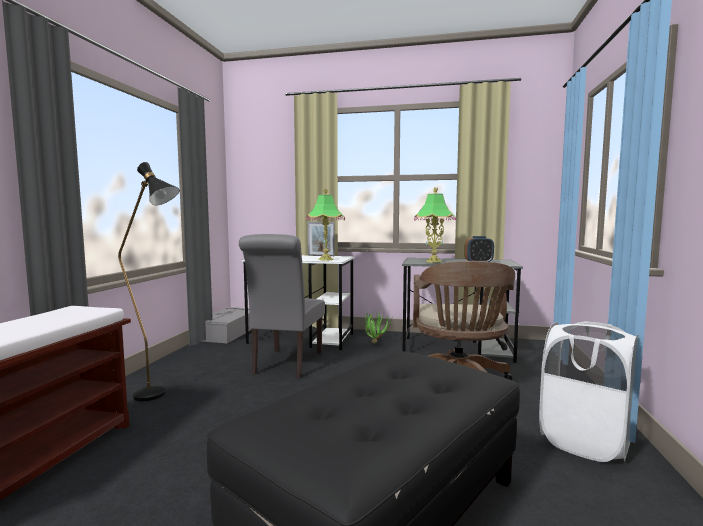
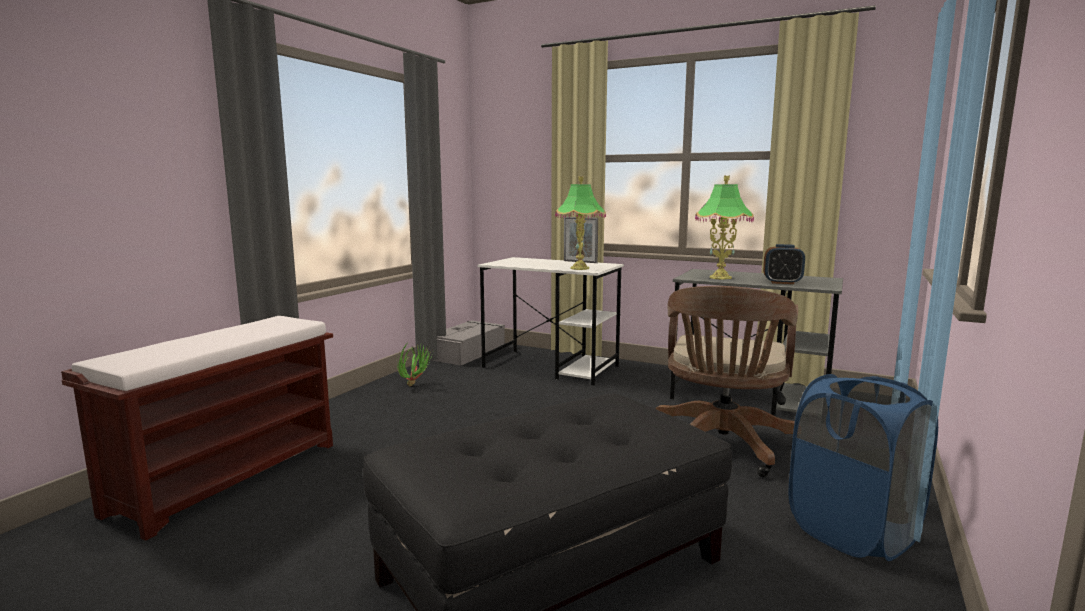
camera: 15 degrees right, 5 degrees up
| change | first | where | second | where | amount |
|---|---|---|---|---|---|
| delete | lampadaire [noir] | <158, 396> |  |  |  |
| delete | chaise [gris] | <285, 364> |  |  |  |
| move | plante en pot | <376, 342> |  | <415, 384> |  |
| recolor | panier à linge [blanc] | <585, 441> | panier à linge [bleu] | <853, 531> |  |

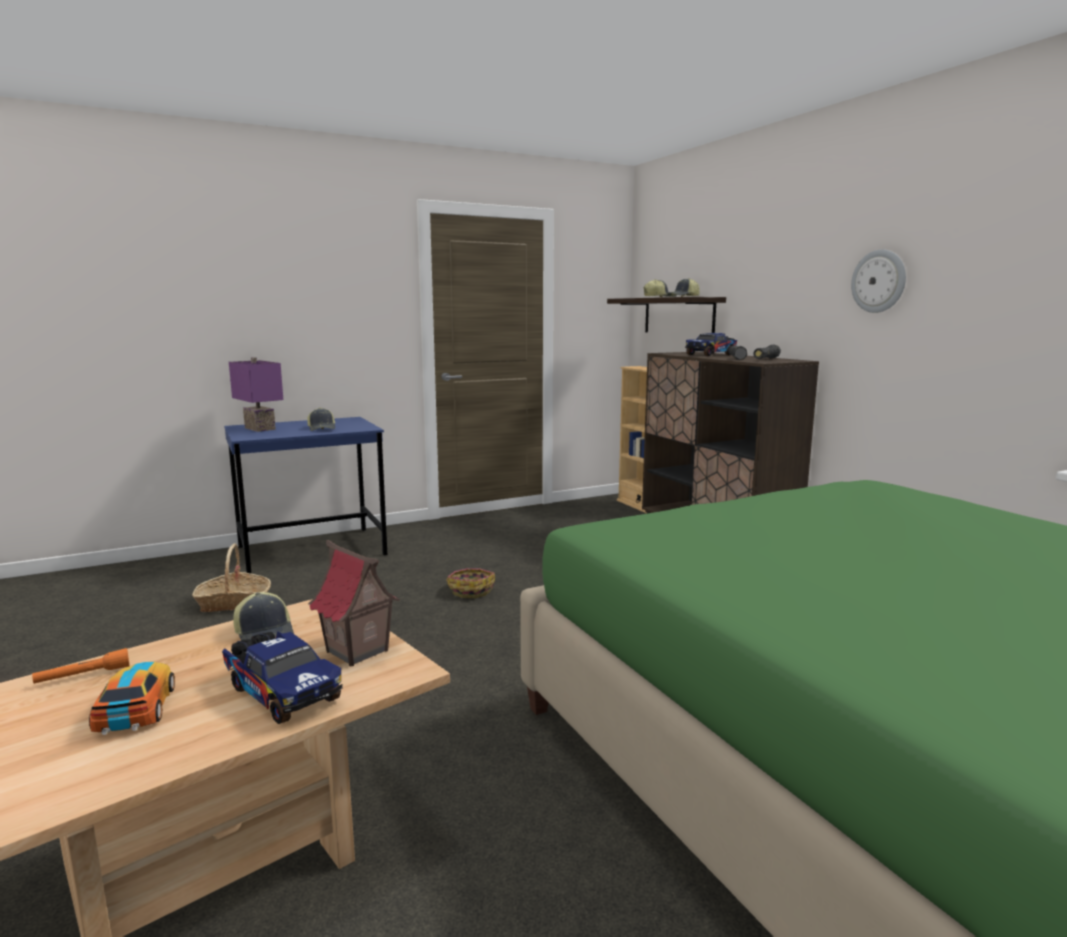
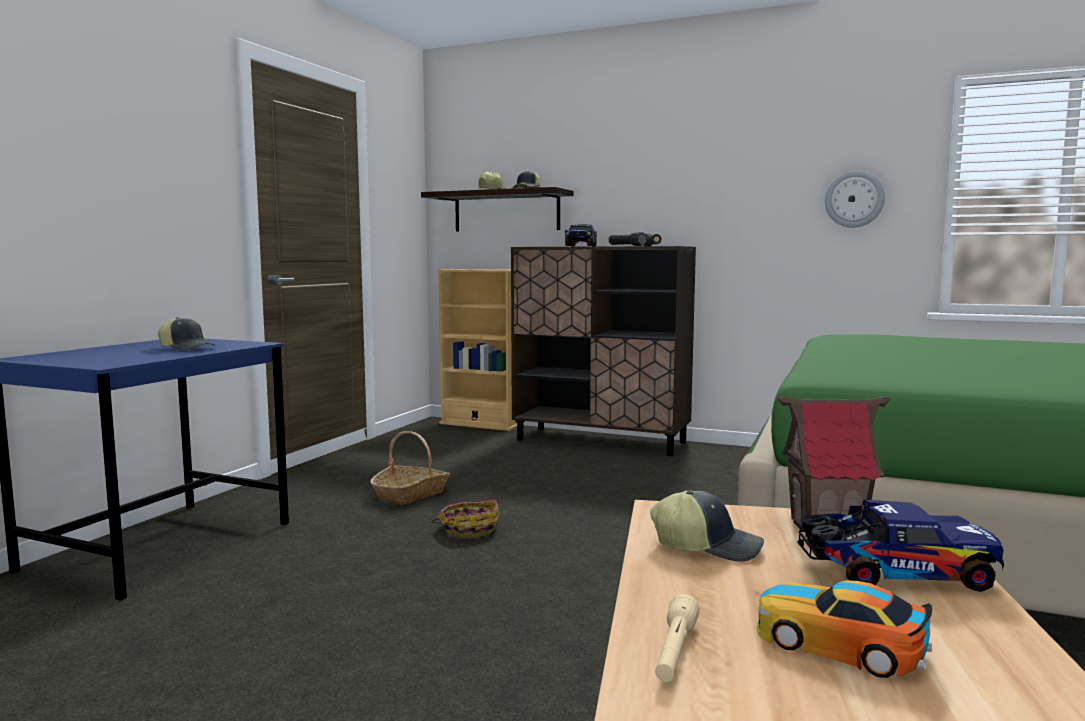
camera: 40 degrees left, 5 degrees down
| change | first | where | second | where | amount |
|---|---|---|---|---|---|
| recolor | lampe de poche [orange] | <83, 676> | lampe de poche [beige] | <675, 653> |  |
| move | panier | <234, 602> |  | <411, 494> |  |
| delete | lampe de table [violet] | <262, 428> |  |  |  |
| move | horloge murale | <879, 281> |  | <854, 199> |  |

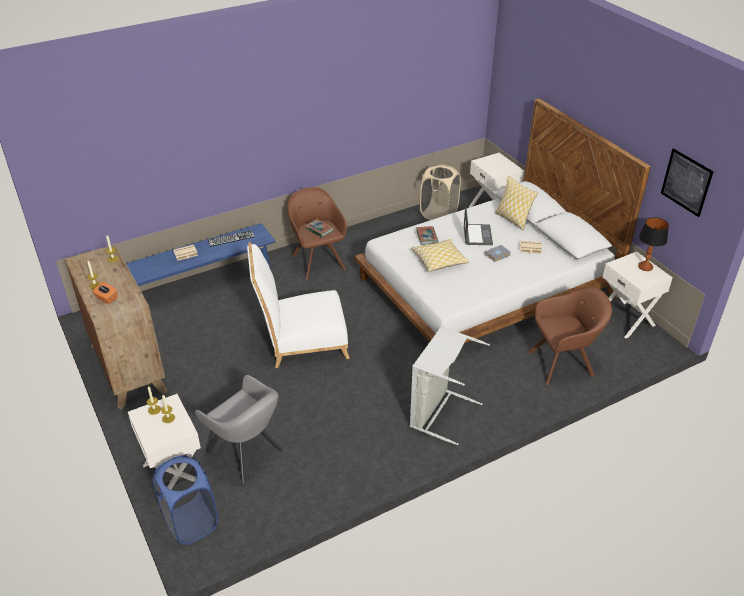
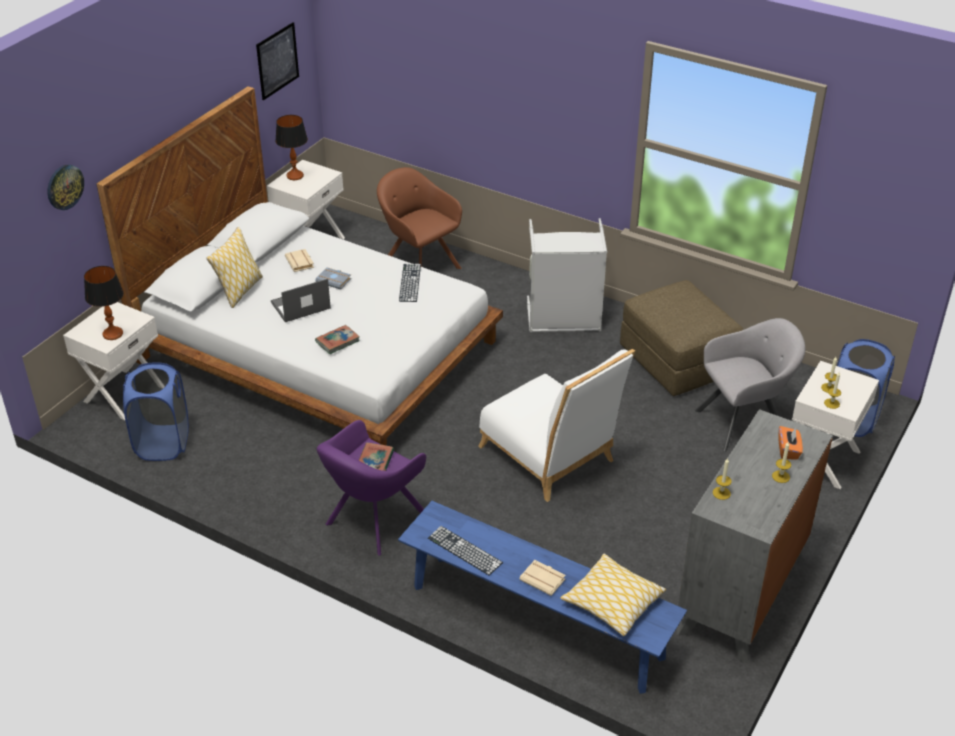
camera: 120 degrees left, 0 degrees up
| change | first | where | second | where | amount |
|---|---|---|---|---|---|
| recolor | commode [marron] | <128, 367> | commode [gris] | <741, 594> |  |
| rotate | fauteuil [gris] | <247, 453> |  | <744, 422> | 60 degrees clockwise |
| recolor | fauteuil [marron] | <317, 260> | fauteuil [violet] | <373, 521> |  |
| move | coussin | <439, 261> |  | <612, 602> |  |
| recolor | panier à linge [beige] | <438, 214> | panier à linge [bleu] | <163, 443> |  |
| insert |  |  | horloge murale | <64, 186> |  |
| insert |  |  | lampe de table | <112, 334> |  |
| insert |  |  | clavier | <410, 282> |  |
| insert |  |  | pouf [marron] | <678, 361> |  |

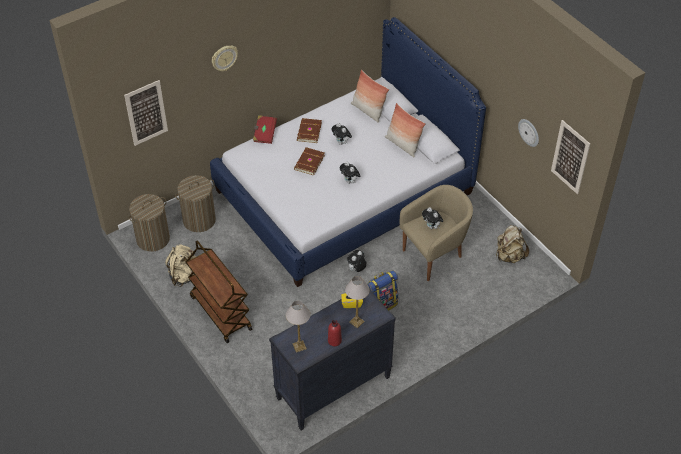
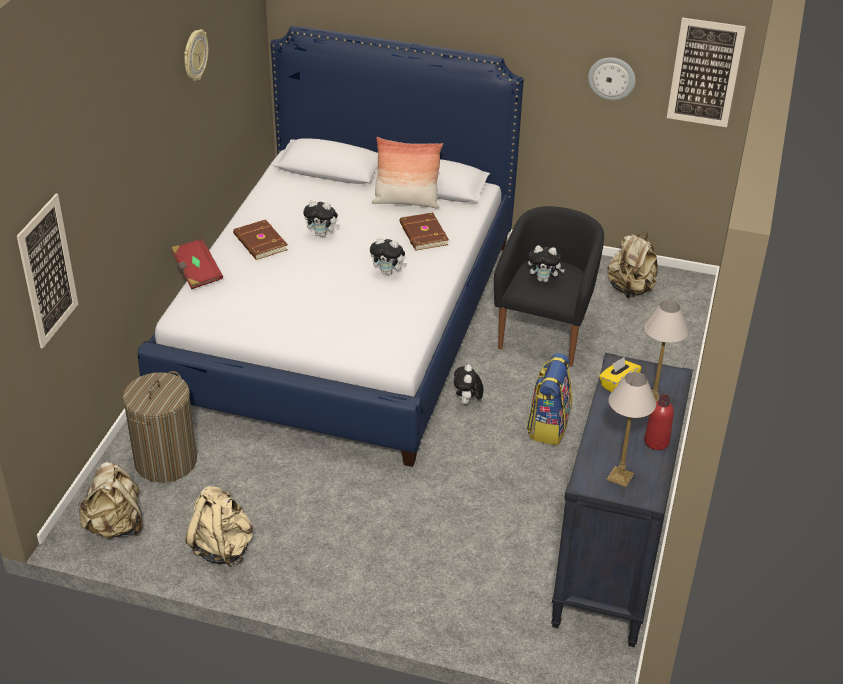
camera: 40 degrees left, 10 degrees down
| change | first | where | second | where | amount |
|---|---|---|---|---|---|
| replace | panier à linge | <153, 239> | sac à dos [beige] | <115, 526> |  |
| delete | chariot [marron] | <220, 312> |  |  |  |
| move | horloge murale | <224, 58> |  | <194, 55> |  |
| move | livre [marron] | <308, 162> |  | <422, 234> |  |
| delete | coussin | <368, 111> |  |  |  |
| recolor | fauteuil [beige] | <434, 255> | fauteuil [noir] | <545, 334> |  |

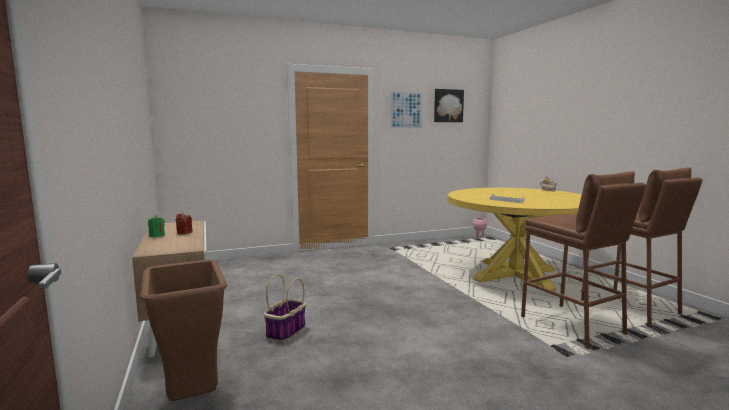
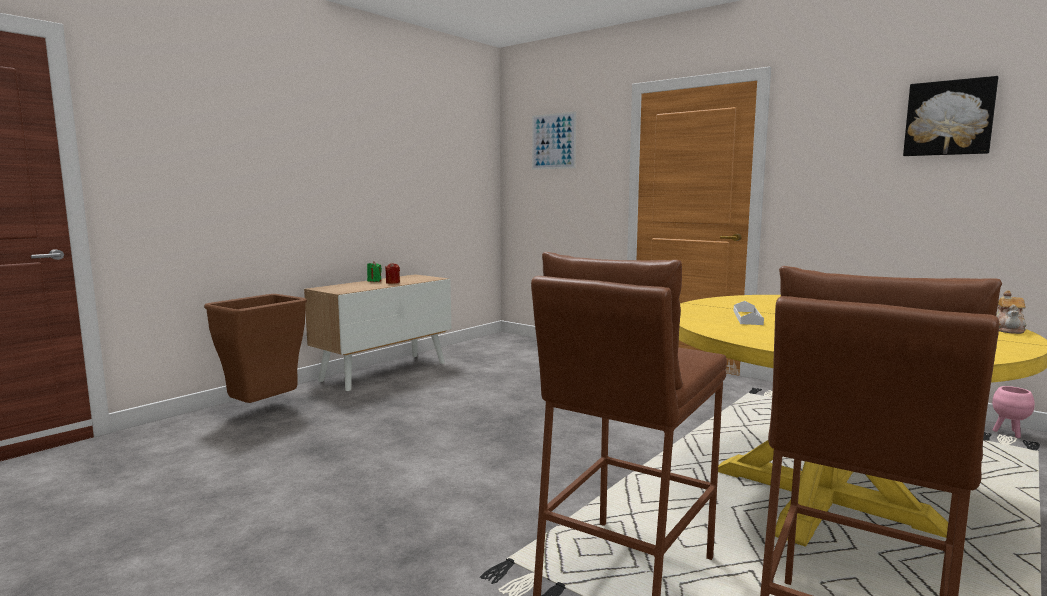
camera: 60 degrees right, 0 degrees up
| change | first | where | second | where | amount |
|---|---|---|---|---|---|
| delete | panier | <286, 332> |  |  |  |
| move | tableau | <406, 110> |  | <553, 141> |  |

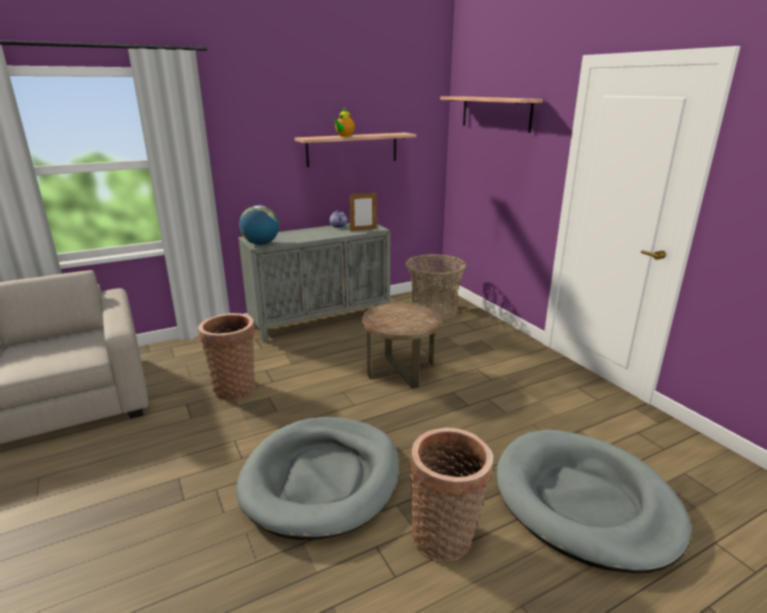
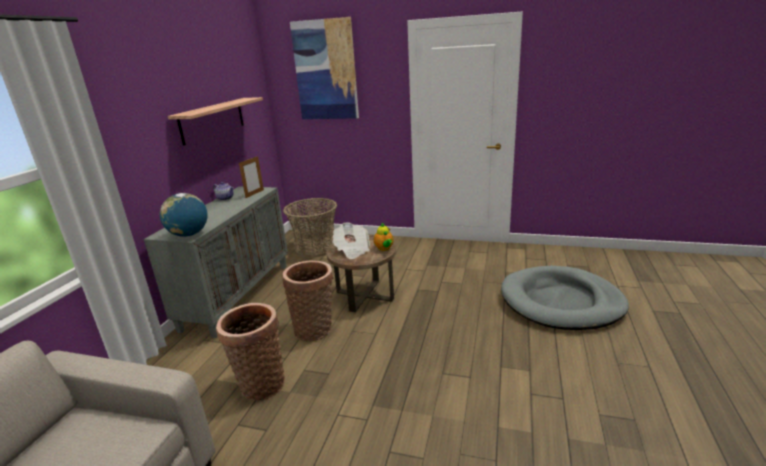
camera: 45 degrees left, 0 degrees up
| change | first | where | second | where | amount |
|---|---|---|---|---|---|
| delete | panier pour chien [gris] | <322, 478> |  |  |  |
| move | théière | <344, 136> |  | <384, 249> |  |
| move | panier | <446, 537> |  | <315, 329> |  |
| replace | étagère | <495, 113> | tableau | <326, 70> |  |
| insert |  |  | journal | <352, 250> |  |

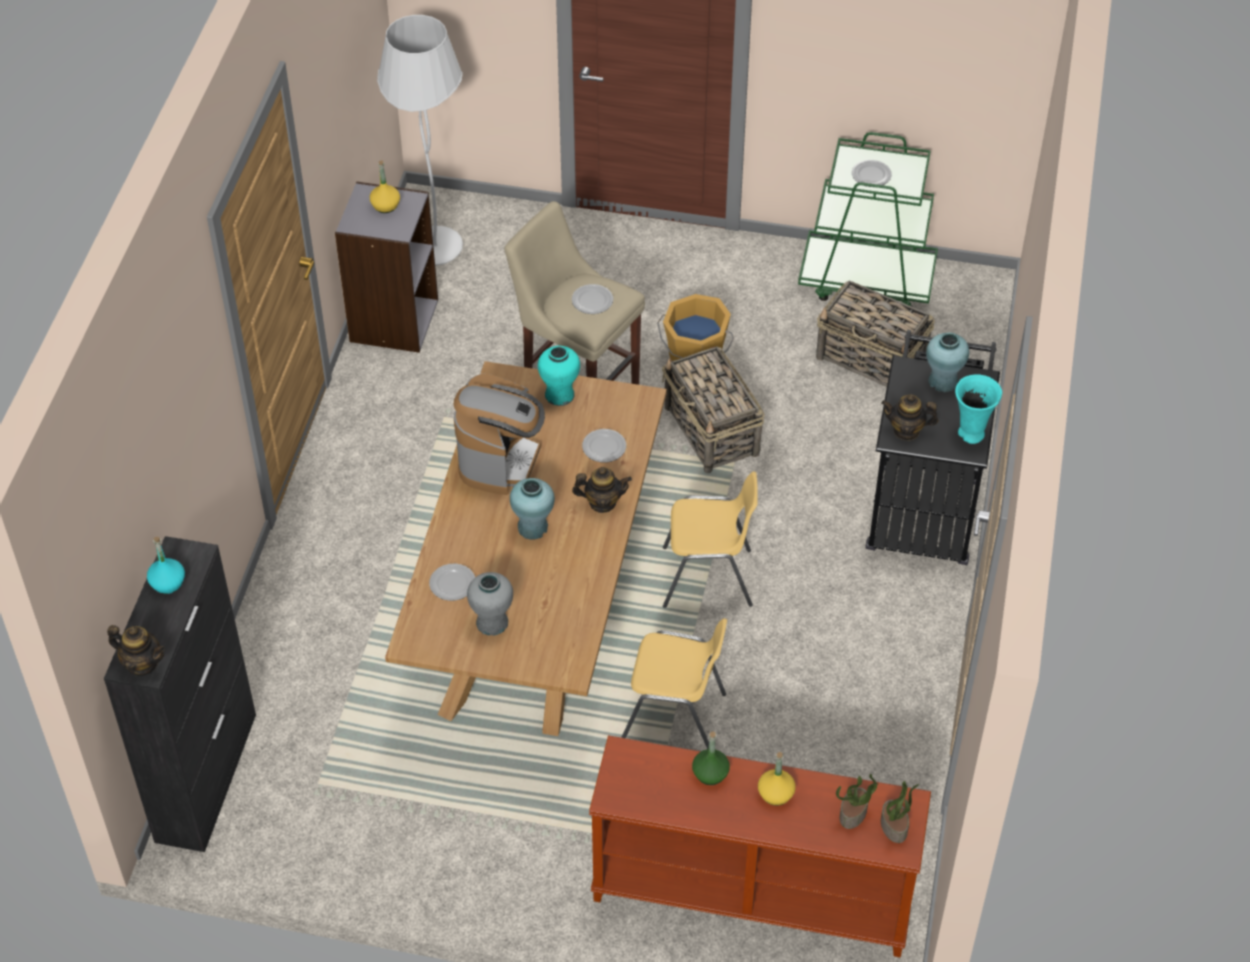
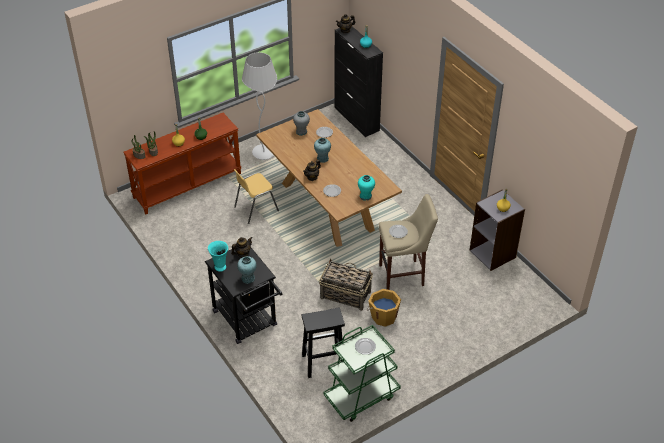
camera: 135 degrees right, 5 degrees down
| change | first | where | second | where | amount |
|---|---|---|---|---|---|
| move | lampadaire [blanc] | <435, 248> |  | <264, 153> |  |
| delete | machine à café | <500, 460> |  |  |  |
| delete | chaise [jaune] | <708, 578> |  |  |  |
| replace | panier | <872, 359> | tabouret [noir] | <322, 363> |  |

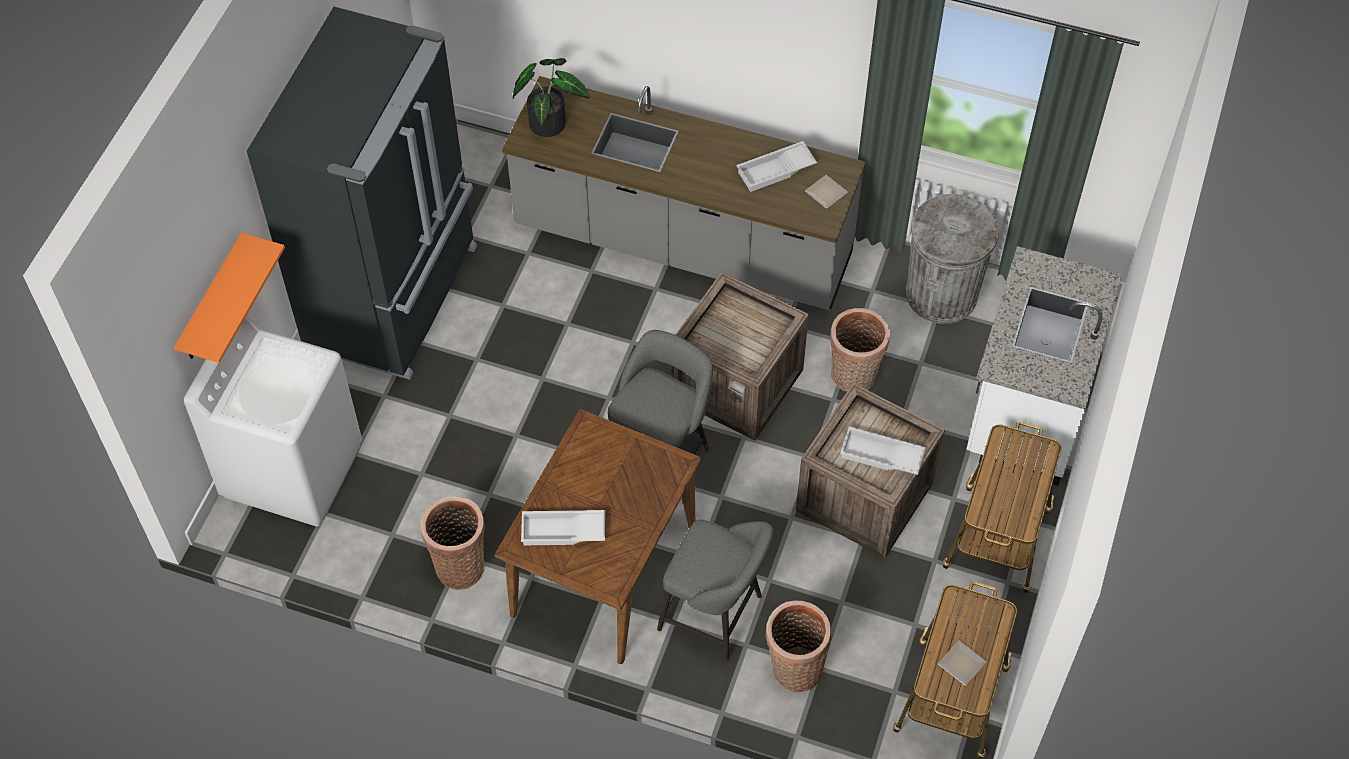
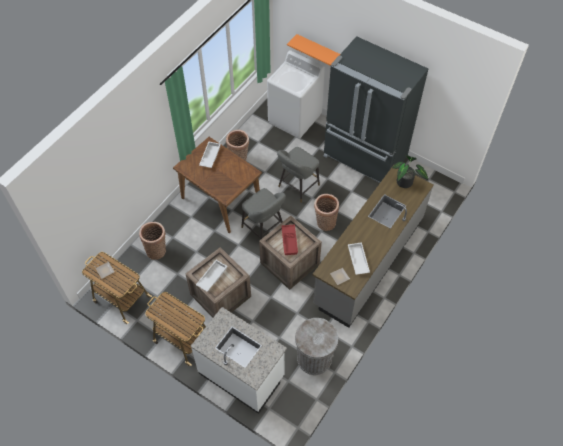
camera: 105 degrees right, 0 degrees up
| change | first | where | second | where | amount |
|---|---|---|---|---|---|
| move | tabouret [gris] | <715, 615> |  | <297, 187> |  |
| move | panier | <854, 377> |  | <324, 222> |  |
| insert |  |  | plateau [rouge] | <290, 241> |  |

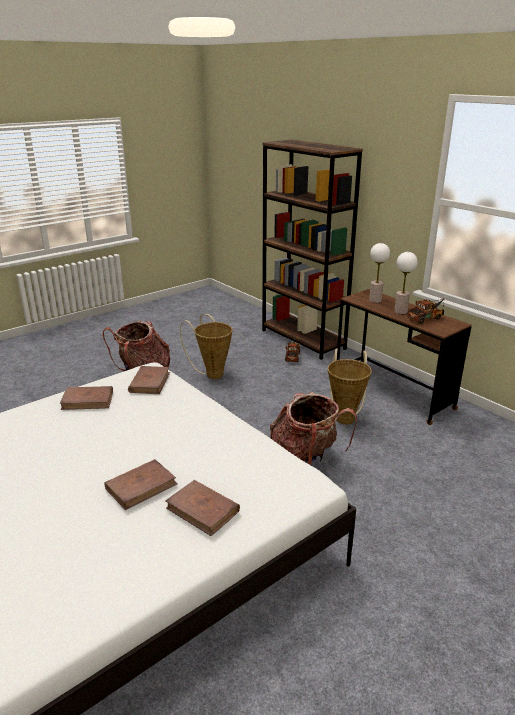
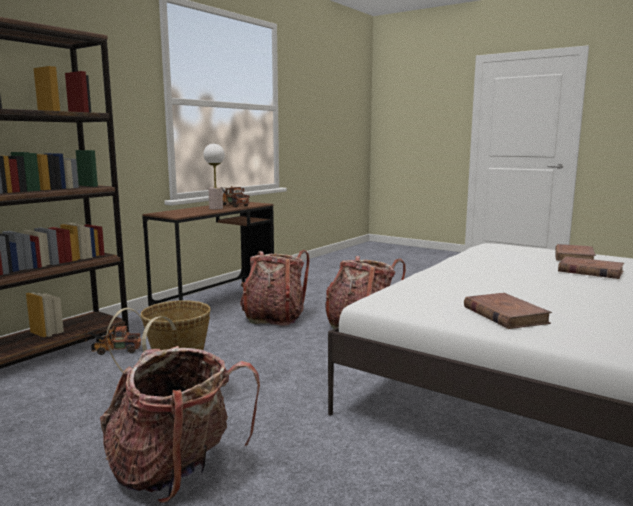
camera: 105 degrees left, 15 degrees down
| change | first | where | second | where | amount |
|---|---|---|---|---|---|
| delete | livre [marron] | <149, 382> |  |  |  |
| replace | panier | <345, 416> | sac à dos | <274, 317> |  |
| delete | lampe de table | <375, 300> |  |  |  |

